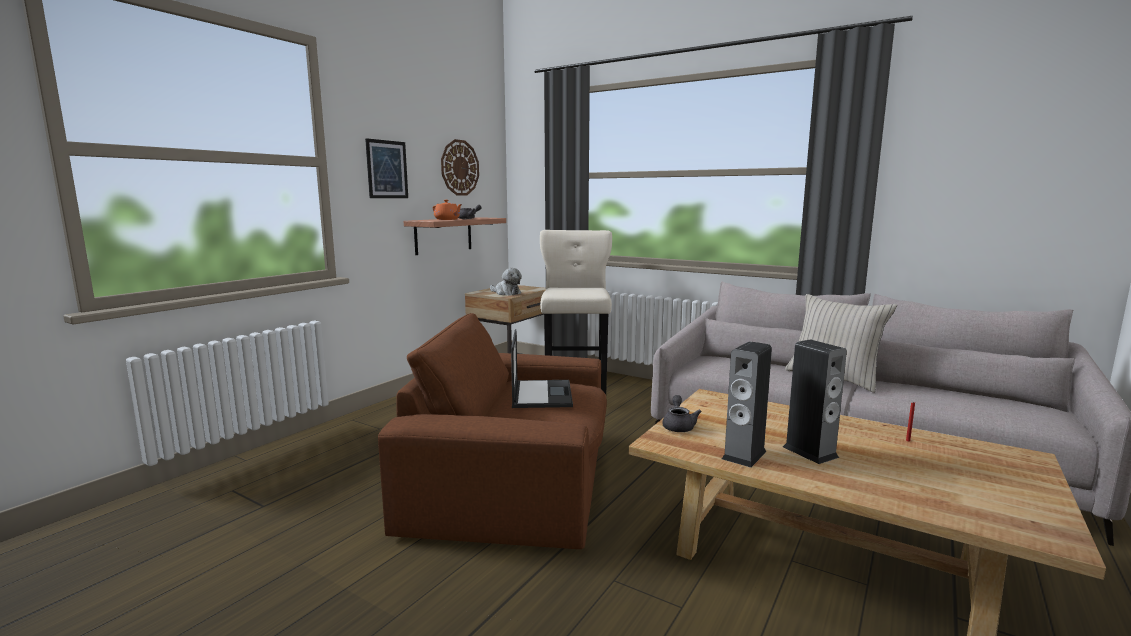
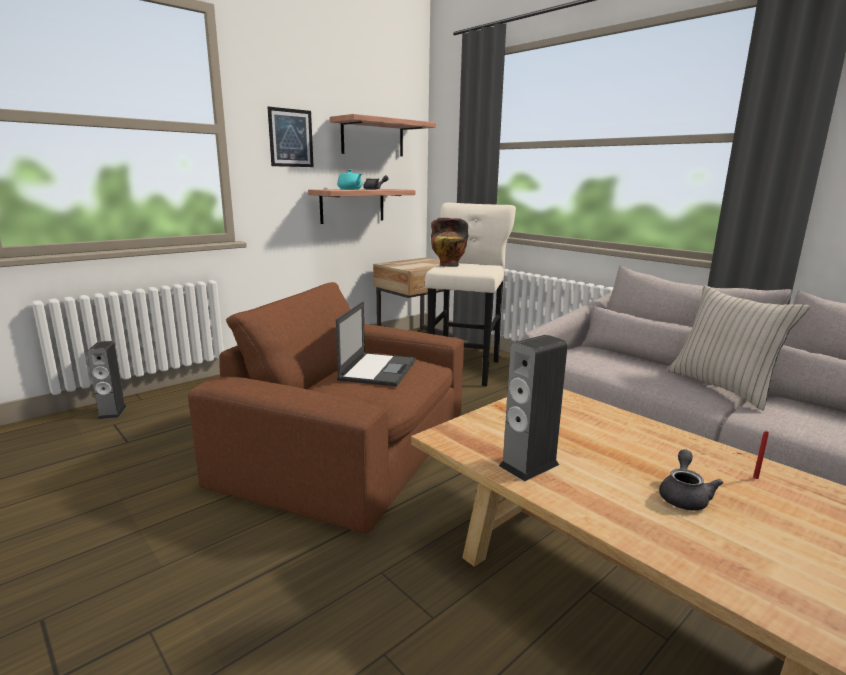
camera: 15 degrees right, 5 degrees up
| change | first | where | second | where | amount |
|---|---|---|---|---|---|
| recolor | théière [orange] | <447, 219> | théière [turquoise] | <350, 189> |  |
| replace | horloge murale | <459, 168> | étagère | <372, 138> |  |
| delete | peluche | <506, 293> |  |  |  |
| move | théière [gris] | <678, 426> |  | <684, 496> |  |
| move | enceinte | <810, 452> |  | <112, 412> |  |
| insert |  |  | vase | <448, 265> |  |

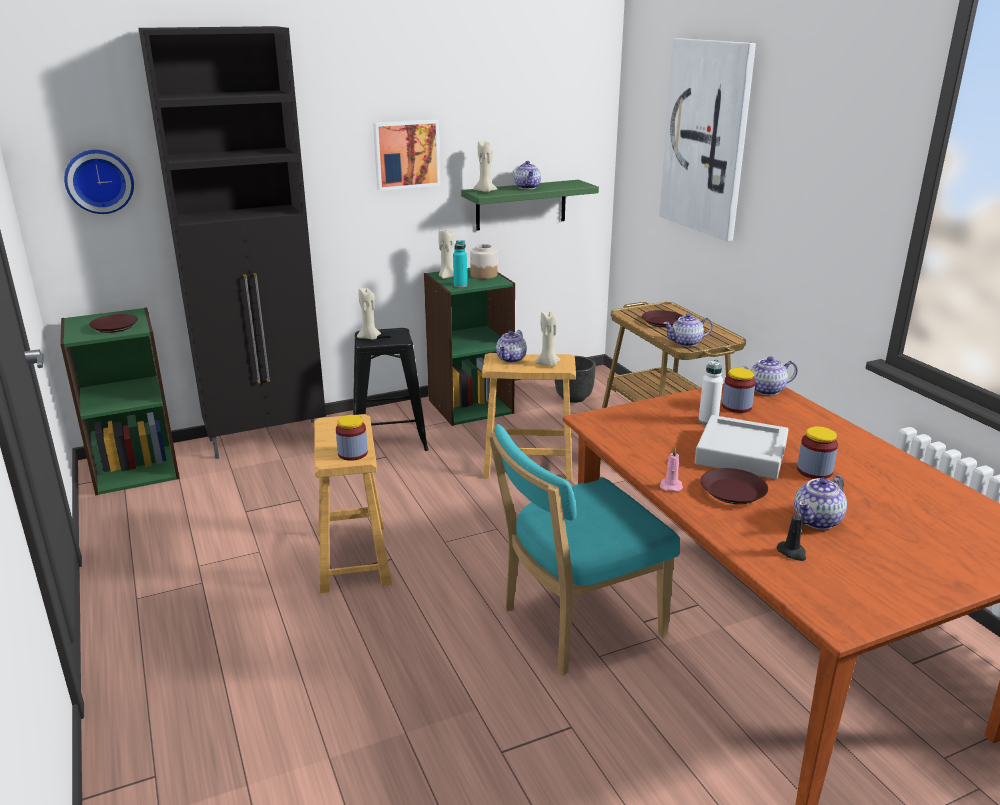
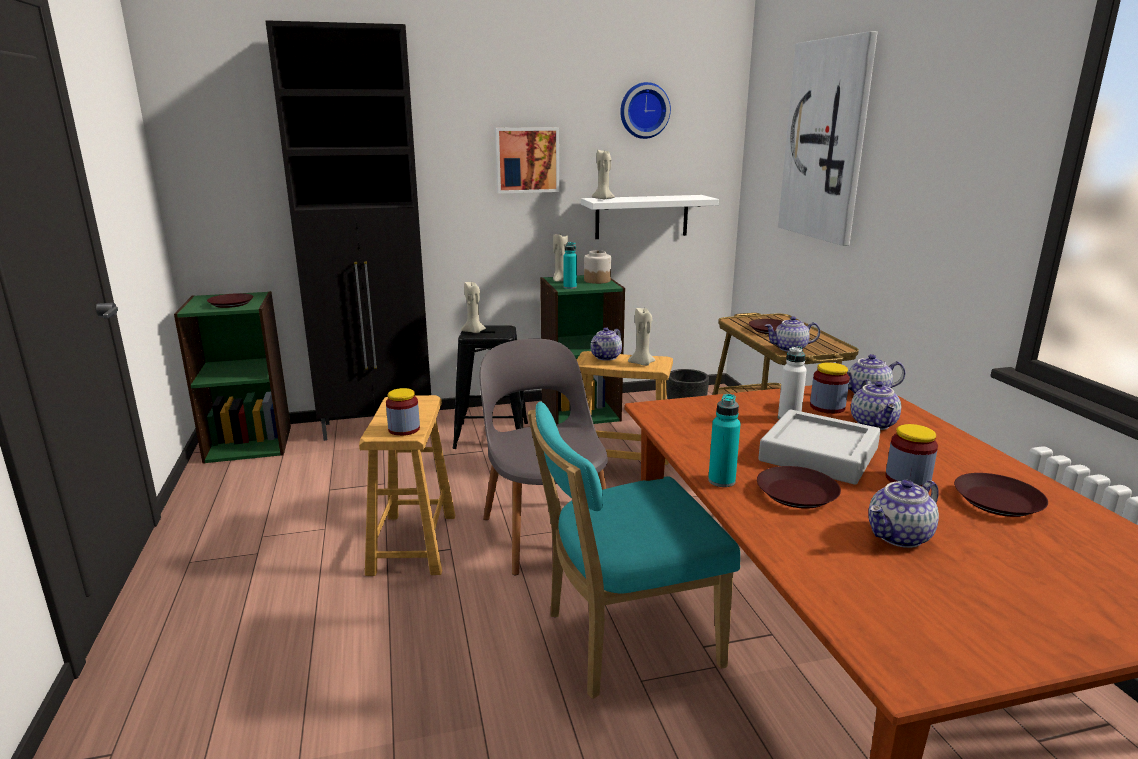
camera: 10 degrees right, 5 degrees down
| change | first | where | second | where | amount |
|---|---|---|---|---|---|
| move | horloge murale | <99, 181> |  | <643, 110> |  |
| recolor | étagère [vert] | <521, 205> | étagère [blanc] | <642, 217> |  |
| move | théière | <528, 187> |  | <874, 424> |  |
| replace | bougie [rose] | <671, 485> | bouteille [turquoise] | <721, 481> |  |
| delete | bougie [noir] | <792, 552> |  |  |  |
| insert |  |  | chaise [gris] | <546, 531> |  |
| insert |  |  | assiette [marron] | <998, 502> |  |

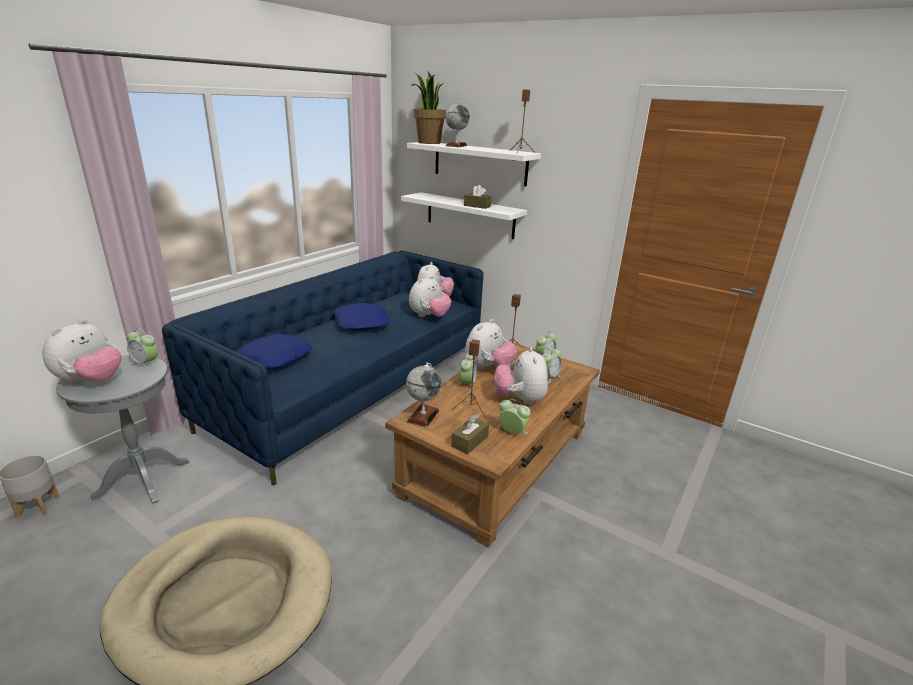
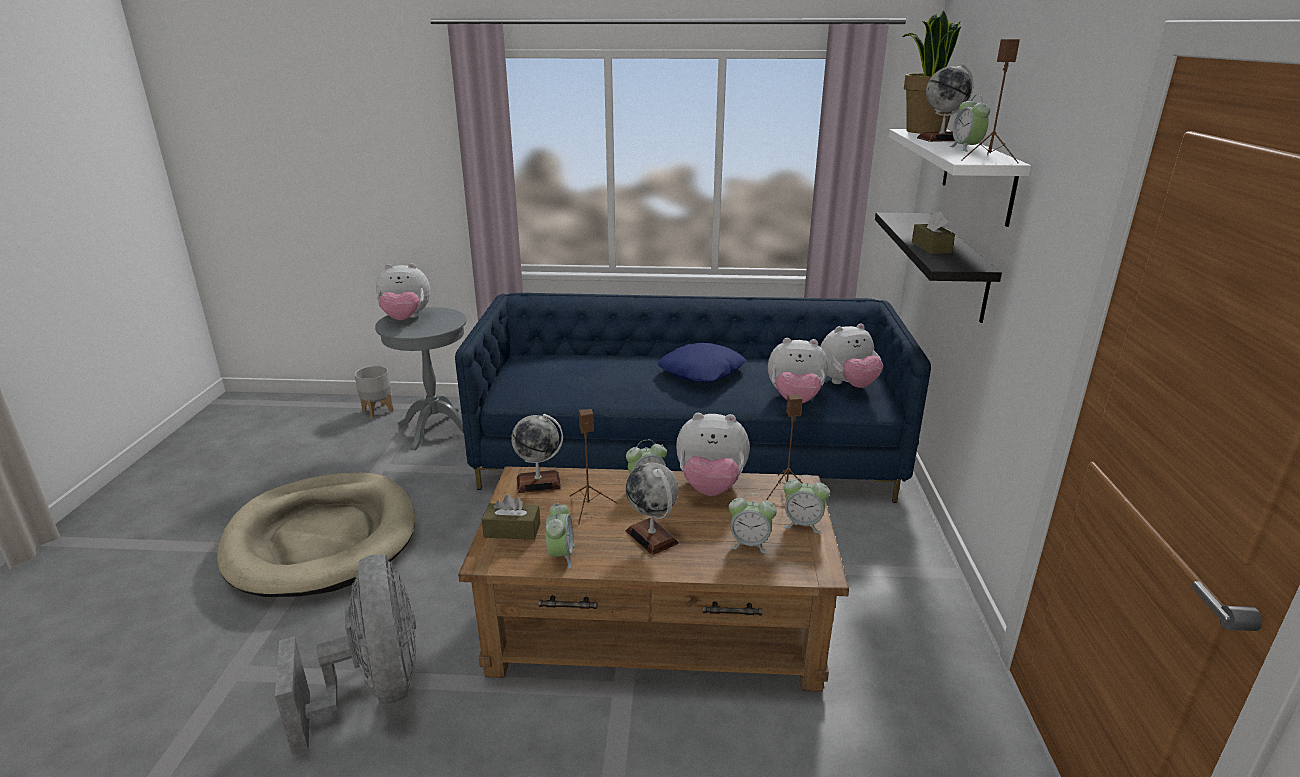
camera: 60 degrees right, 0 degrees up
| change | first | where | second | where | amount |
|---|---|---|---|---|---|
| move | réveil | <146, 364> |  | <966, 148> |  |
| delete | coussin [bleu] | <274, 358> |  |  |  |
| recolor | étagère [blanc] | <470, 215> | étagère [noir] | <956, 265> |  |
| replace | peluche | <519, 399> | globe | <652, 537> |  |
| insert |  |  | ventilateur [gris] | <374, 689> |  |

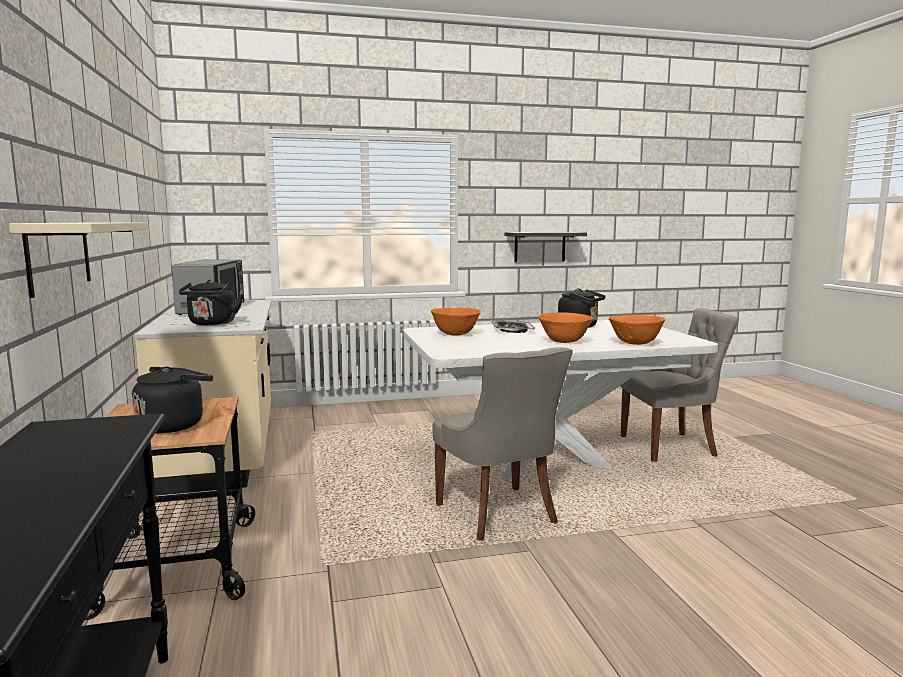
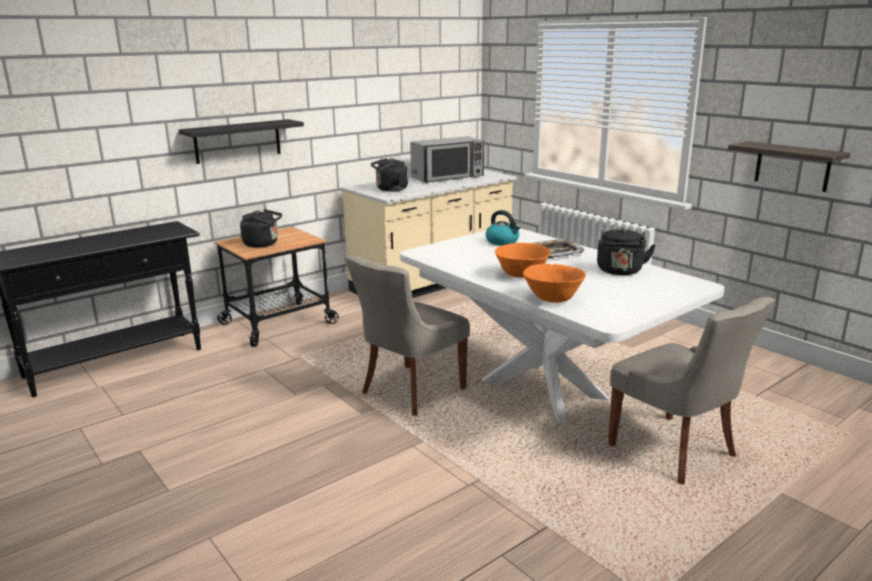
camera: 65 degrees right, 10 degrees up
| change | first | where | second | where | amount |
|---|---|---|---|---|---|
| recolor | étagère [beige] | <59, 255> | étagère [noir] | <238, 141> |  |
| replace | bol [orange] | <455, 334> | bouilloire | <502, 242> |  |

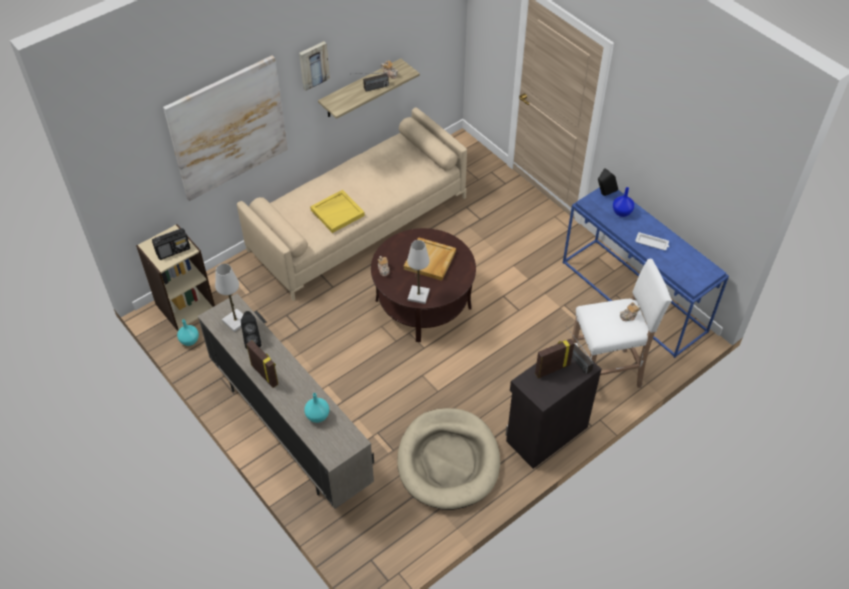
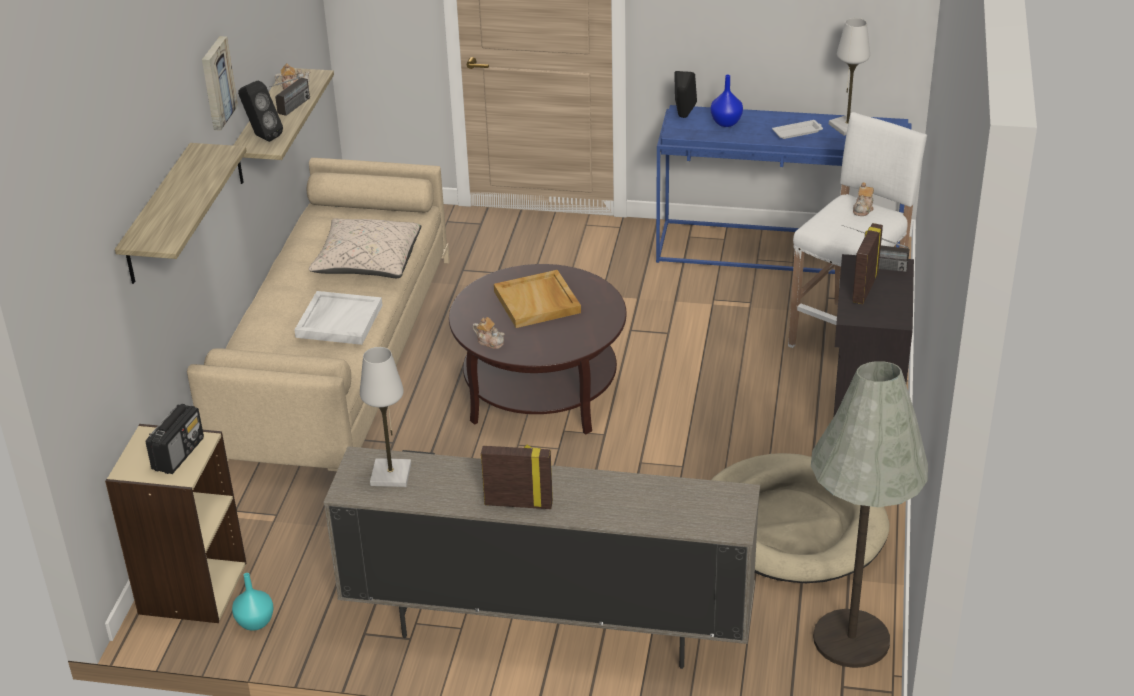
camera: 40 degrees left, 15 degrees down
| change | first | where | second | where | amount |
|---|---|---|---|---|---|
| replace | tableau | <228, 128> | étagère | <158, 215> |  |
| move | enceinte [noir] | <252, 340> |  | <262, 136> |  |
| delete | vase [turquoise] | <317, 416> |  |  |  |
| recolor | plateau [jaune] | <337, 212> | plateau [blanc] | <339, 320> |  |
| move | lampe de table [blanc] | <418, 295> |  | <847, 126> |  |
| insert |  |  | coussin [beige] | <367, 263> |  |
| insert |  |  | lampadaire [gris] | <851, 639> |  |

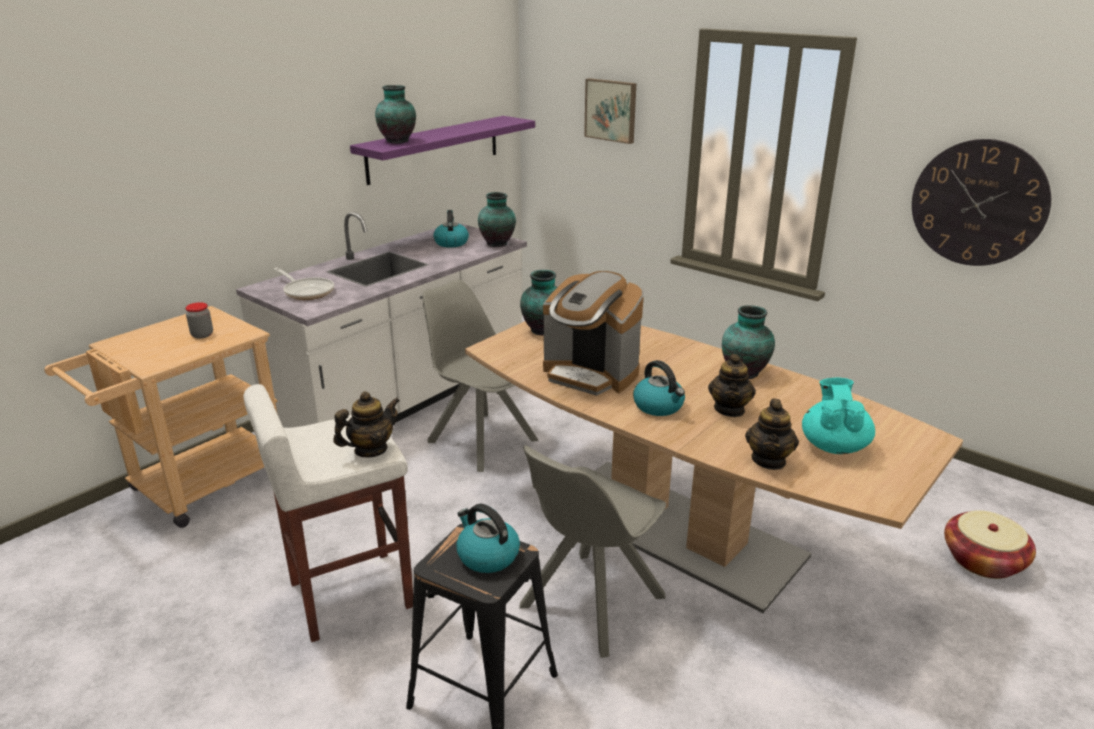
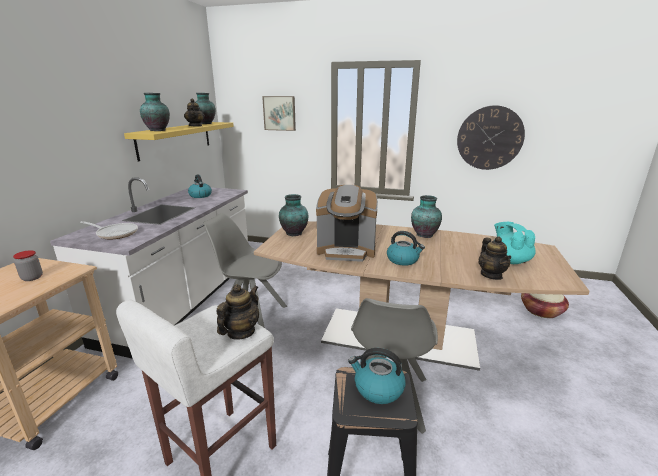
camera: 25 degrees left, 5 degrees down
| change | first | where | second | where | amount |
|---|---|---|---|---|---|
| recolor | étagère [violet] | <434, 149> | étagère [jaune] | <176, 139> |  |
| move | vase | <498, 243> |  | <206, 123> |  |
| move | théière | <729, 409> |  | <195, 126> |  |

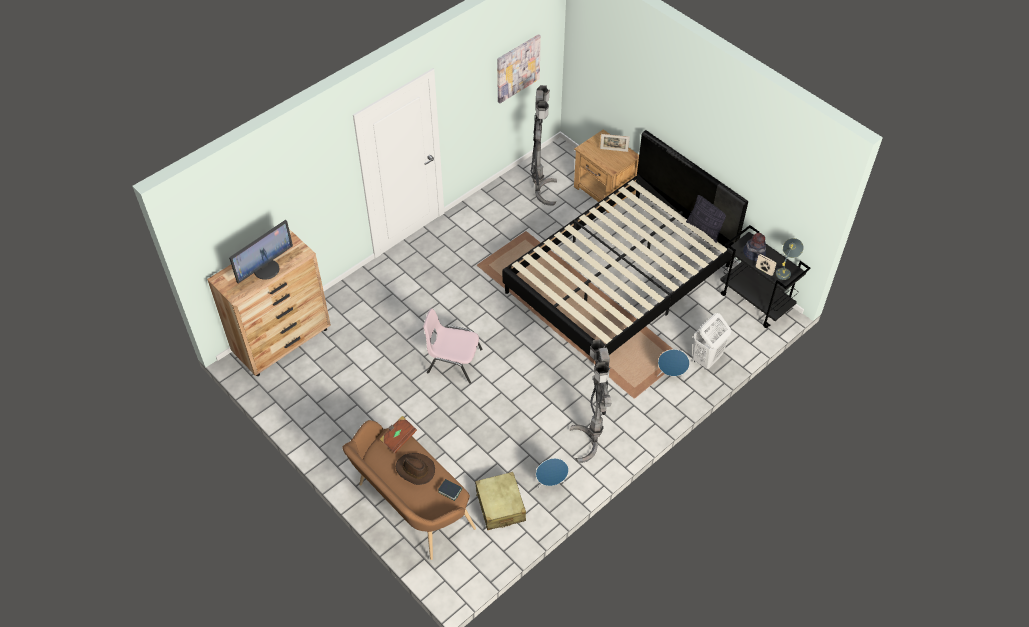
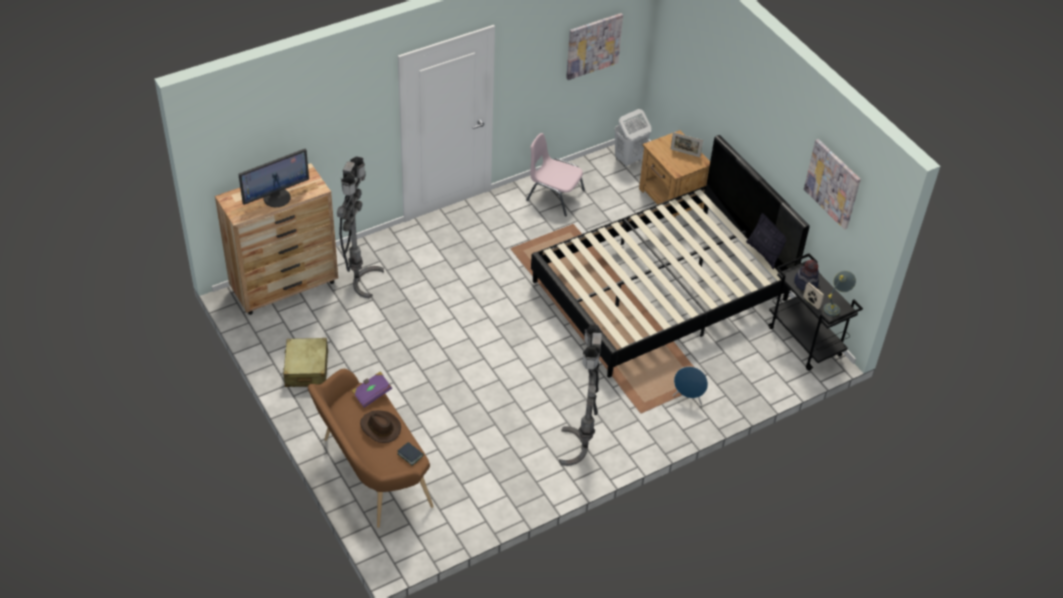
camera: 10 degrees right, 5 degrees down
| change | first | where | second | where | amount |
|---|---|---|---|---|---|
| recolor | livre [marron] | <398, 438> | livre [violet] | <372, 394> |  |
| move | chaise [rose] | <453, 361> |  | <554, 195> |  |
| move | valise [beige] | <500, 506> |  | <306, 369> |  |
| move | lampadaire [gris] | <540, 192> |  | <359, 280> |  |
| delete | enceinte [bleu] | <551, 483> |  |  |  |
| move | panier à linge [blanc] | <706, 359> |  | <629, 159> |  |
| insert |  |  | tableau | <833, 183> |  |

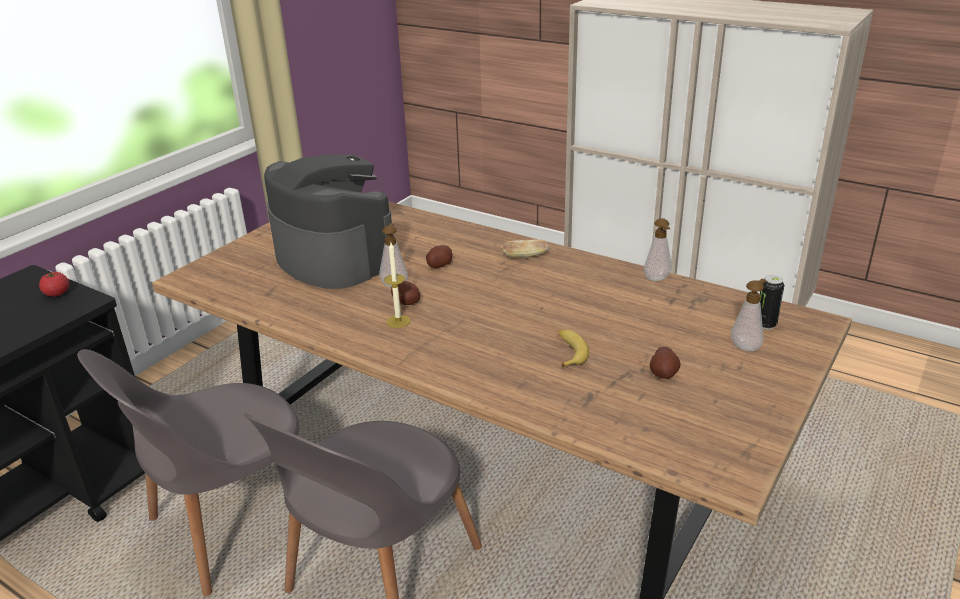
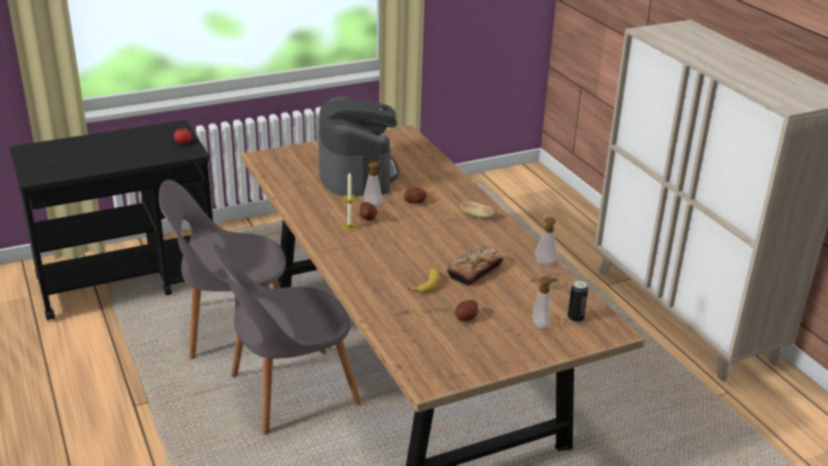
camera: 30 degrees right, 0 degrees up
| change | first | where | second | where | amount |
|---|---|---|---|---|---|
| insert |  |  | pain | <474, 270> |  |

